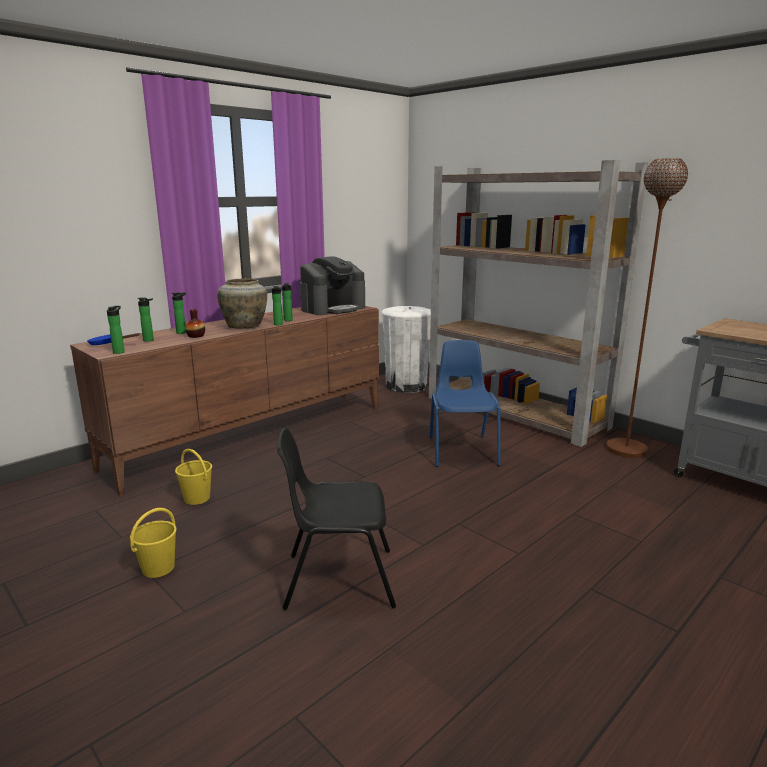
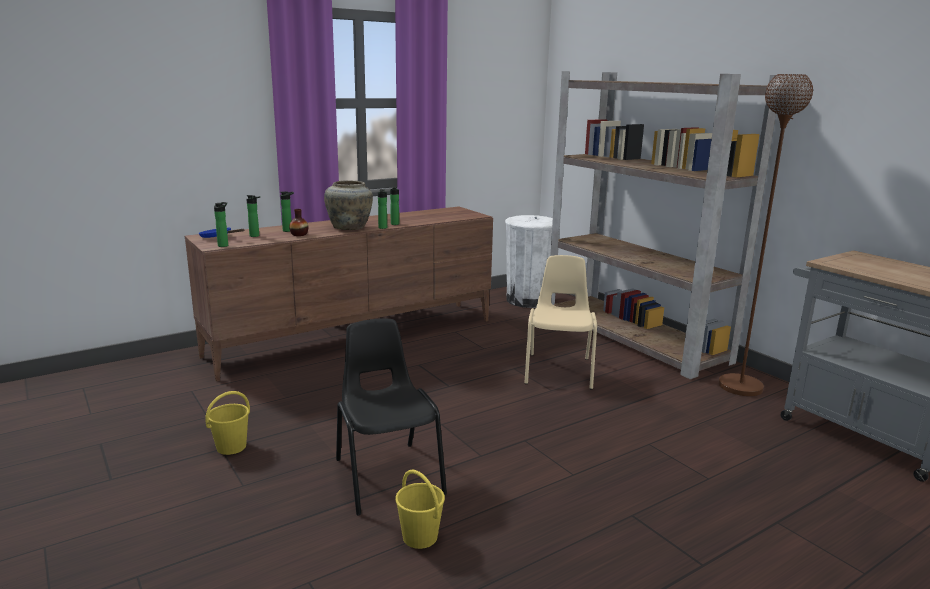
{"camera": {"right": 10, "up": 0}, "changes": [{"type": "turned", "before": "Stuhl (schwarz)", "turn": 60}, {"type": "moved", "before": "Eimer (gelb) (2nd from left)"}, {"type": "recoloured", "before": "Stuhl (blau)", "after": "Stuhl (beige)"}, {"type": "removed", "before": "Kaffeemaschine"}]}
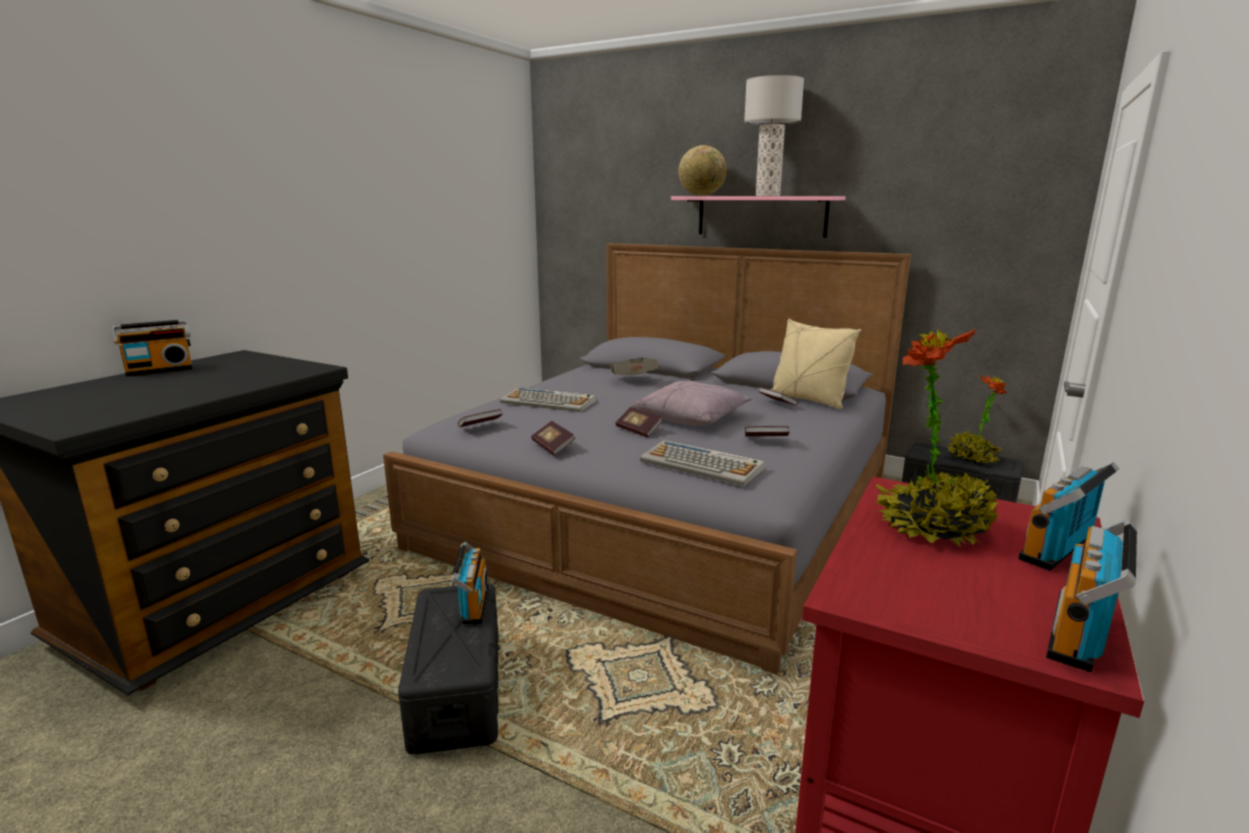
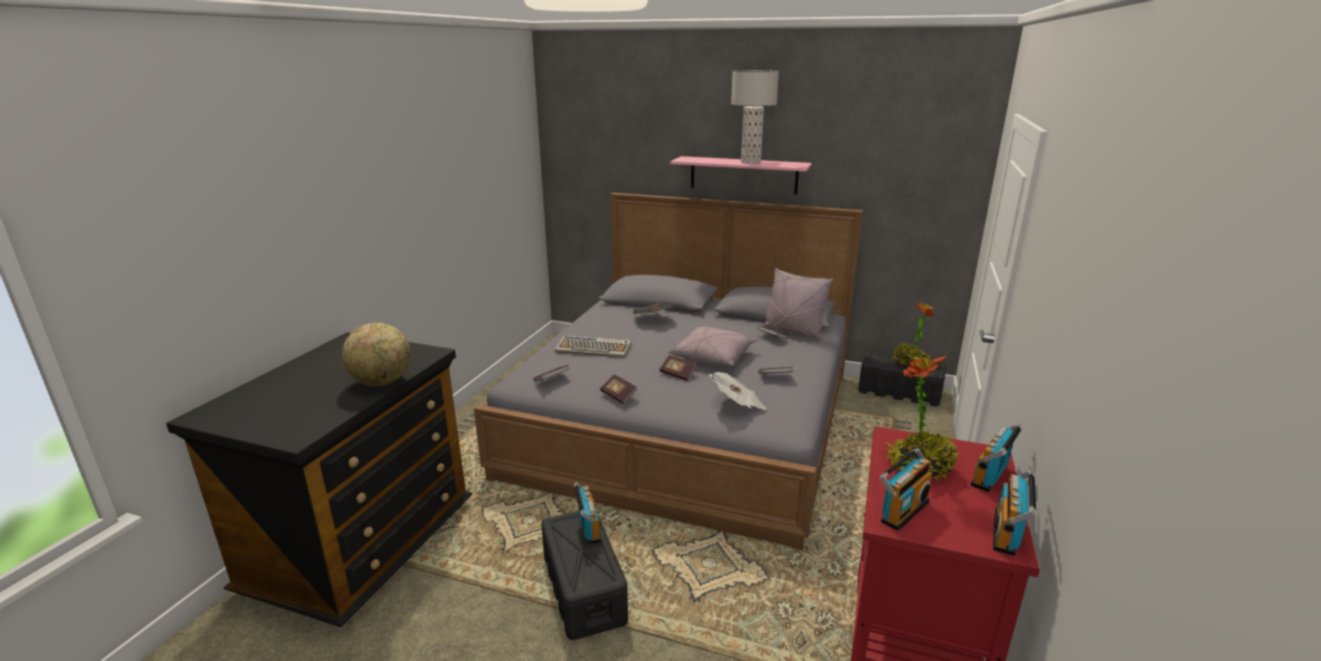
{"camera": {"right": -10, "up": 5}, "changes": [{"type": "moved", "before": "Globus"}, {"type": "replaced", "before": "Tastatur (2nd from left)", "after": "Zeitung (2nd from left)"}, {"type": "recoloured", "before": "Kissen (beige)", "after": "Kissen (lila) (2nd from left)"}, {"type": "moved", "before": "Radio (1st from left in the first image)", "after": "Radio (2nd from left)"}]}
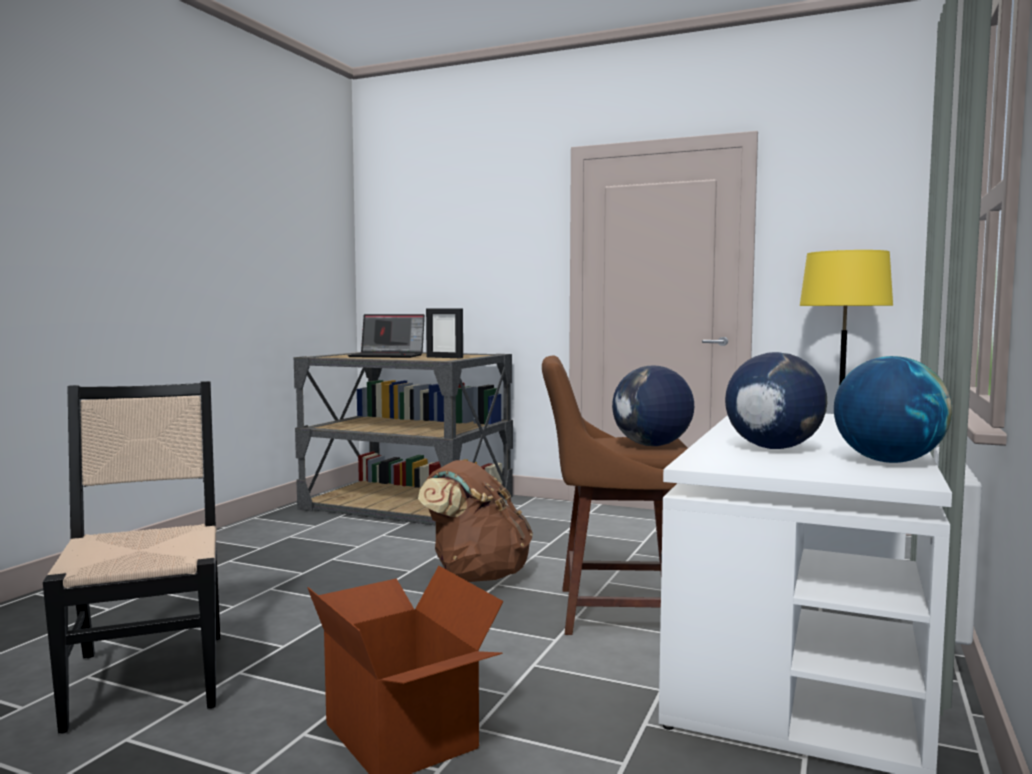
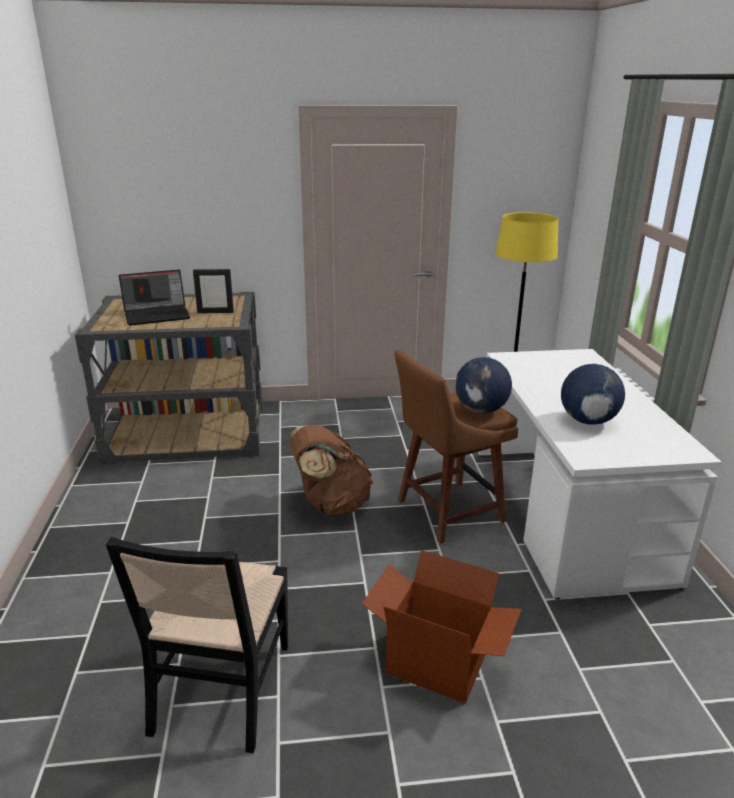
{"camera": {"right": -30, "up": 20}, "changes": [{"type": "turned", "before": "Stuhl", "turn": -120}, {"type": "removed", "before": "Globus (3rd from left)"}]}
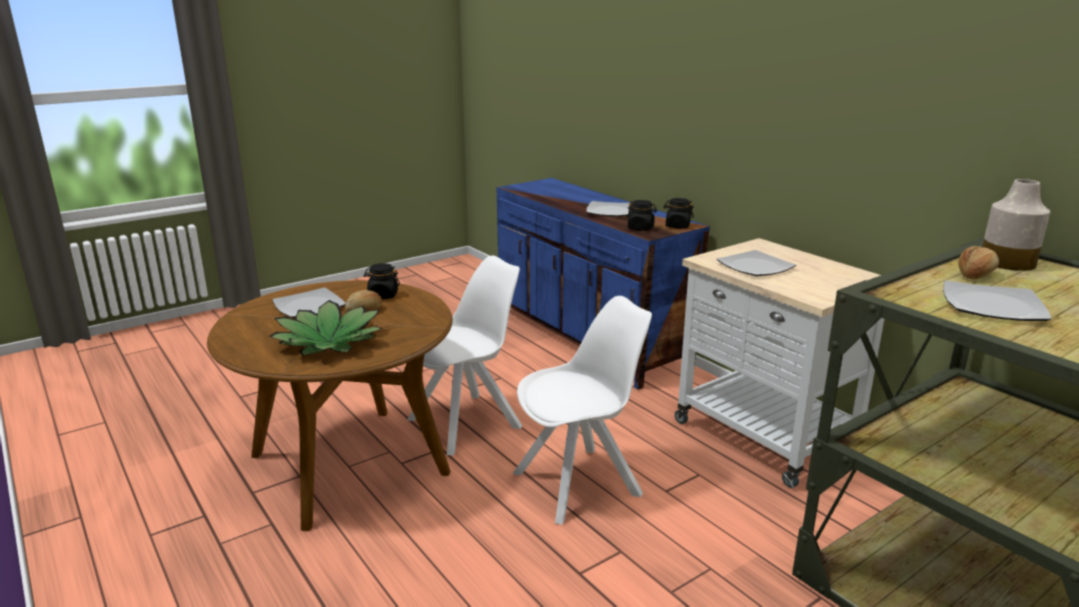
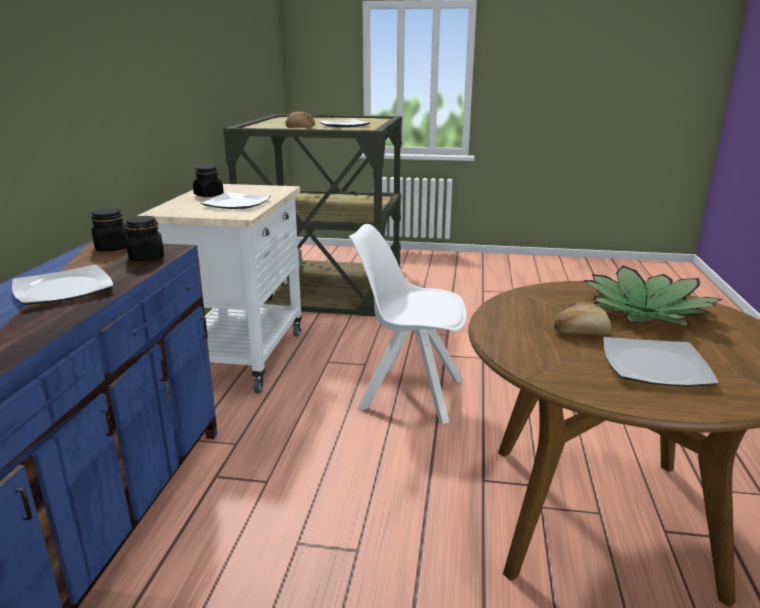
{"camera": {"right": -135, "up": 0}, "changes": [{"type": "moved", "before": "Vorratsglas (schwarz) (1st from left in the first image)", "after": "Vorratsglas (schwarz) (3rd from left)"}, {"type": "removed", "before": "Stuhl (weiß) (1st from left)"}, {"type": "removed", "before": "Vase (beige)"}]}
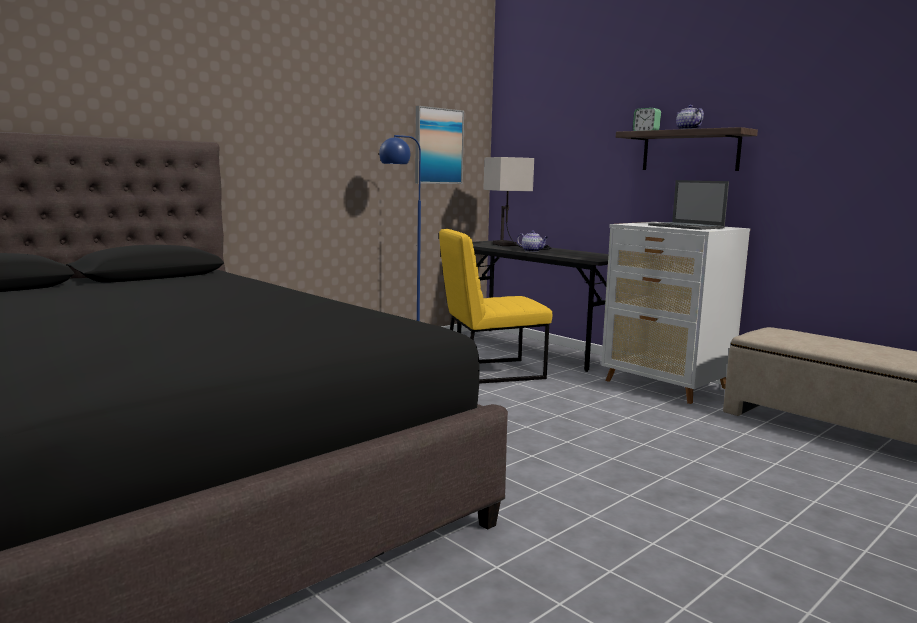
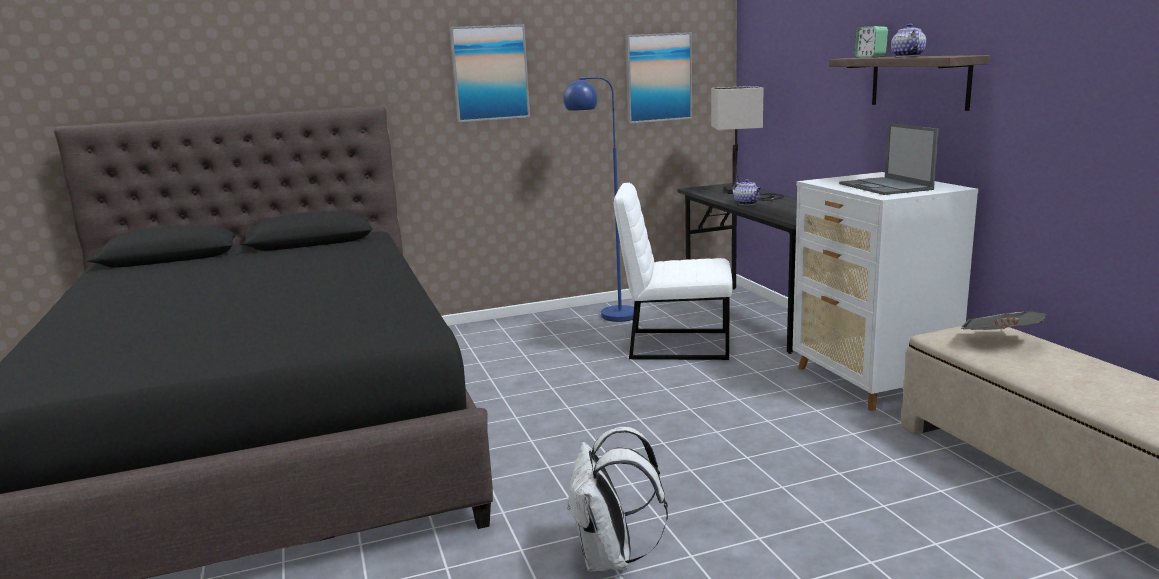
{"camera": {"right": 25, "up": 5}, "changes": [{"type": "added", "after": "Bild (1st from left)"}, {"type": "added", "after": "Rucksack (weiß)"}, {"type": "recoloured", "before": "Stuhl (gelb)", "after": "Stuhl (weiß)"}, {"type": "added", "after": "Zeitung"}]}
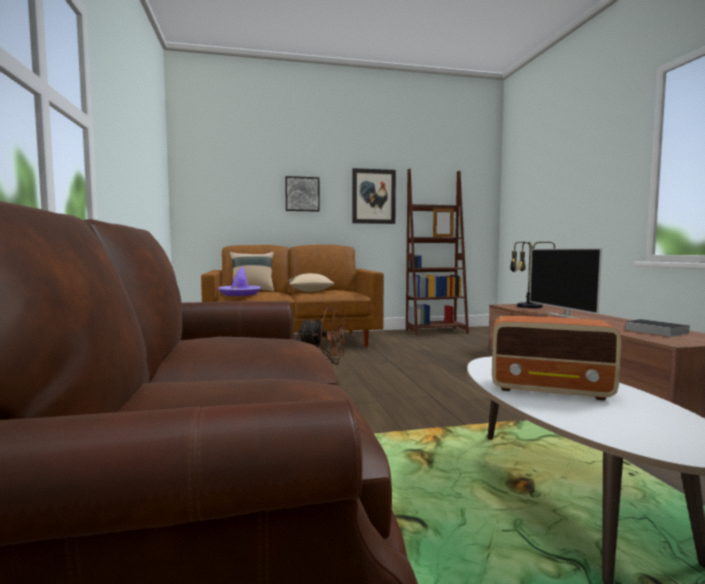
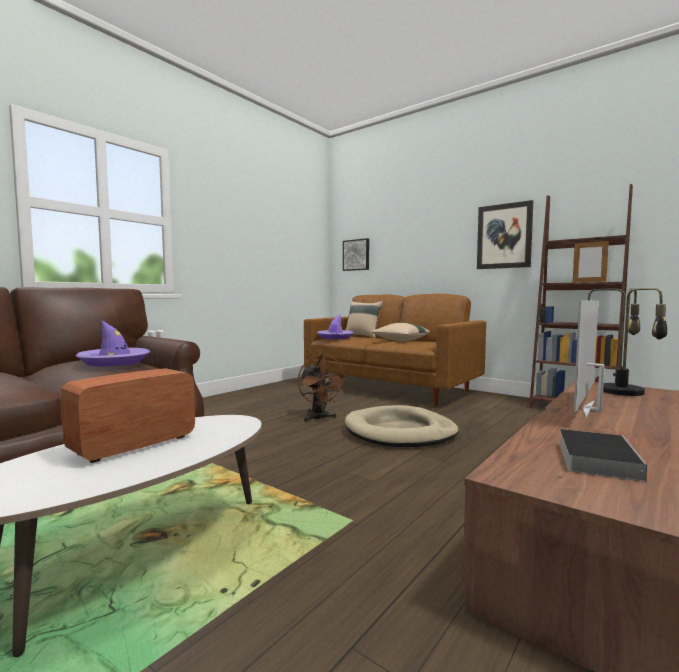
{"camera": {"right": 50, "up": 0}, "changes": [{"type": "turned", "before": "Radio", "turn": 60}, {"type": "added", "after": "Hut (lila) (1st from left)"}, {"type": "moved", "before": "Bild (1st from left)"}, {"type": "added", "after": "Hundebett (beige)"}]}
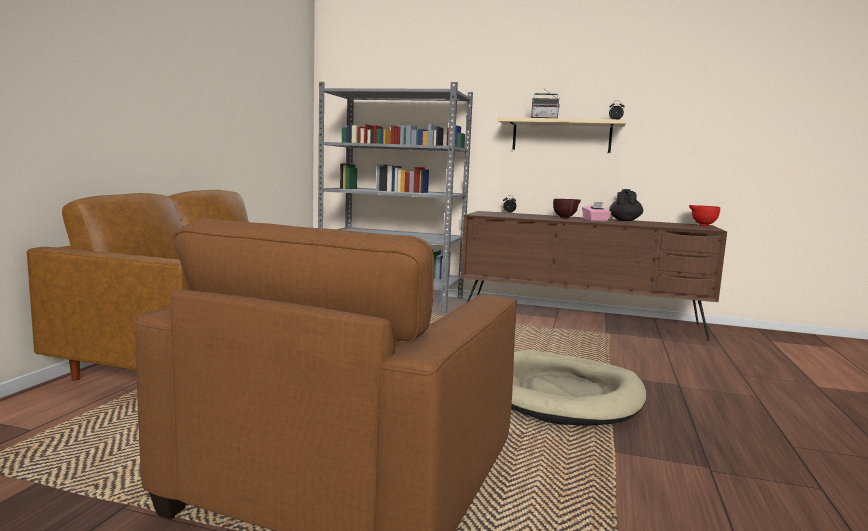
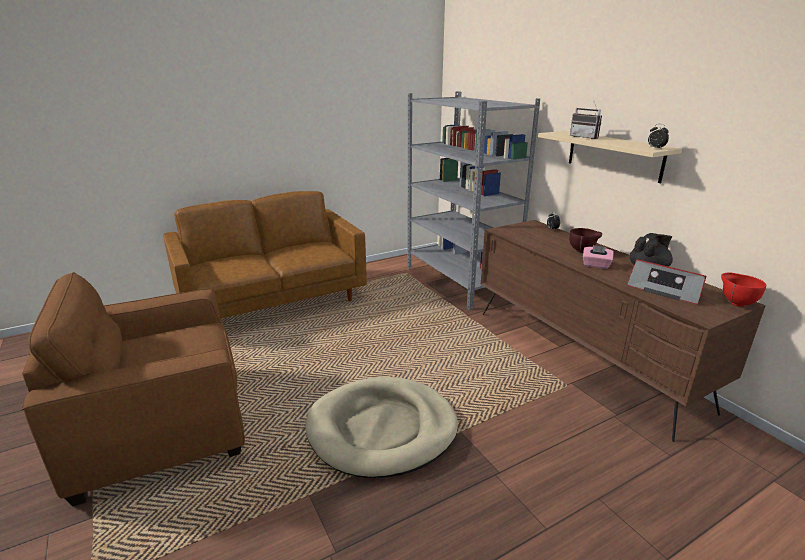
{"camera": {"right": 45, "up": 15}, "changes": [{"type": "added", "after": "Radio (2nd from left)"}]}
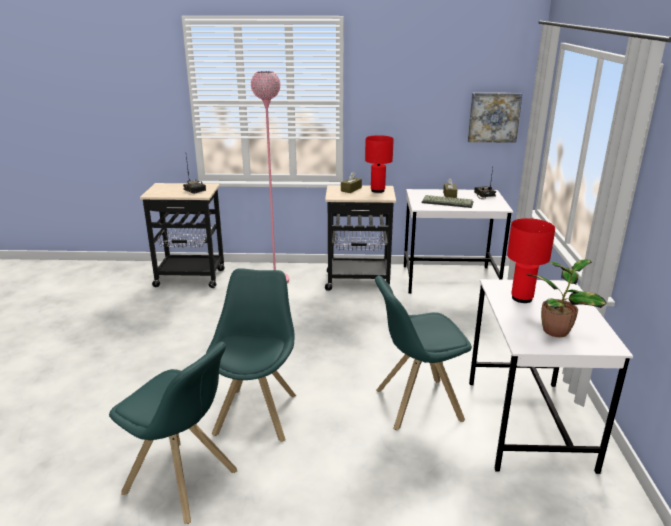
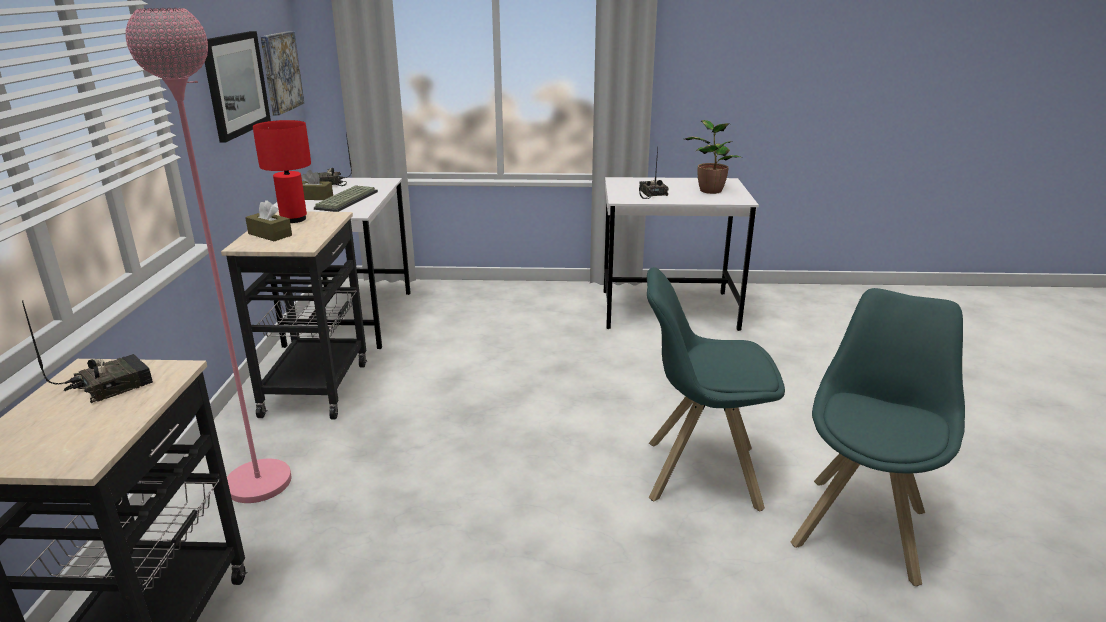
{"camera": {"right": -90, "up": 0}, "changes": [{"type": "added", "after": "Bild (1st from left)"}, {"type": "replaced", "before": "Tischlampe (rot) (2nd from left)", "after": "Radio (3rd from left)"}, {"type": "removed", "before": "Stuhl (türkis) (3rd from left)"}]}
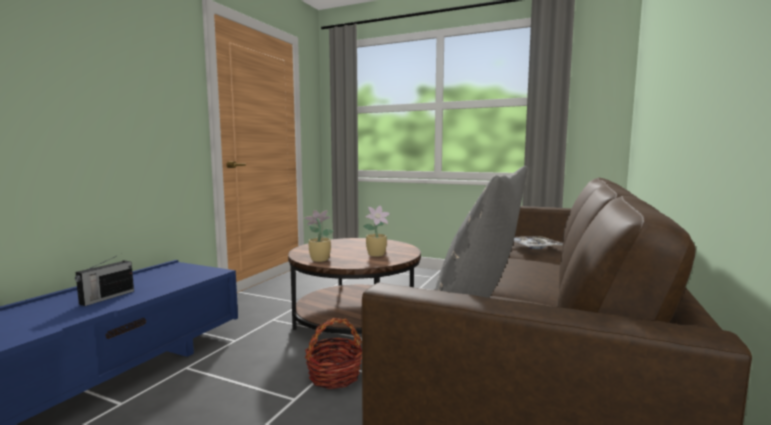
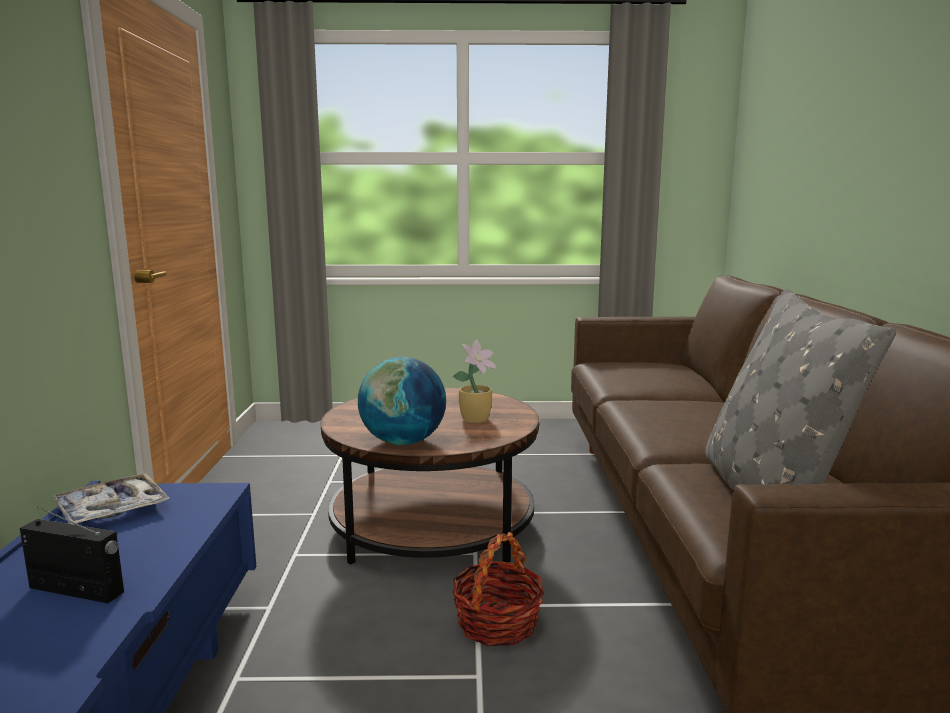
{"camera": {"right": -25, "up": 5}, "changes": [{"type": "turned", "before": "Radio", "turn": -75}, {"type": "moved", "before": "Tablett"}, {"type": "replaced", "before": "Topfpflanze (1st from left)", "after": "Globus"}]}
